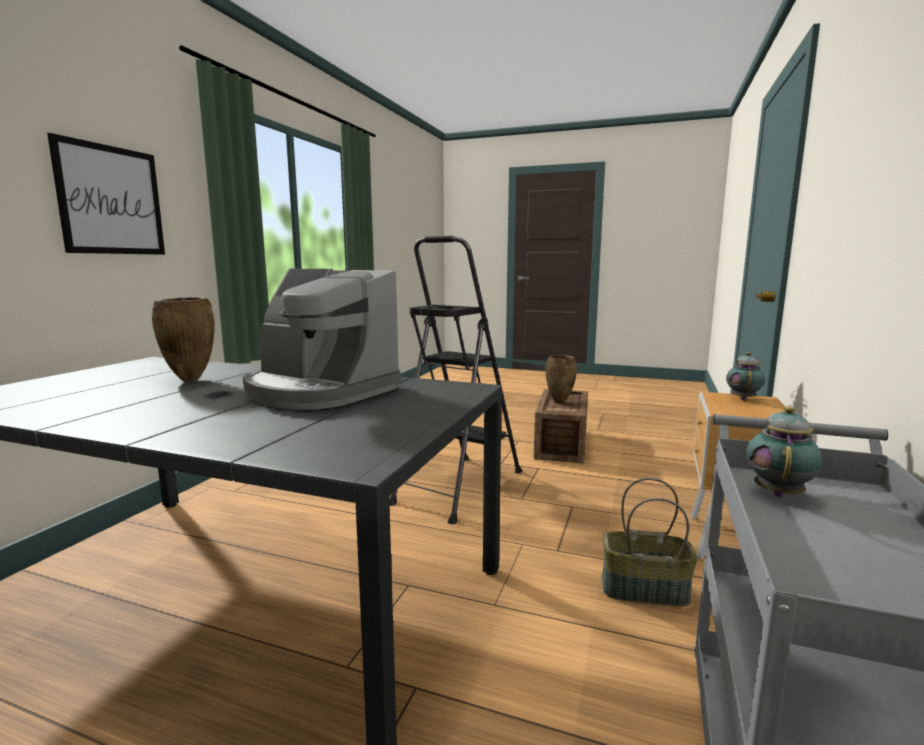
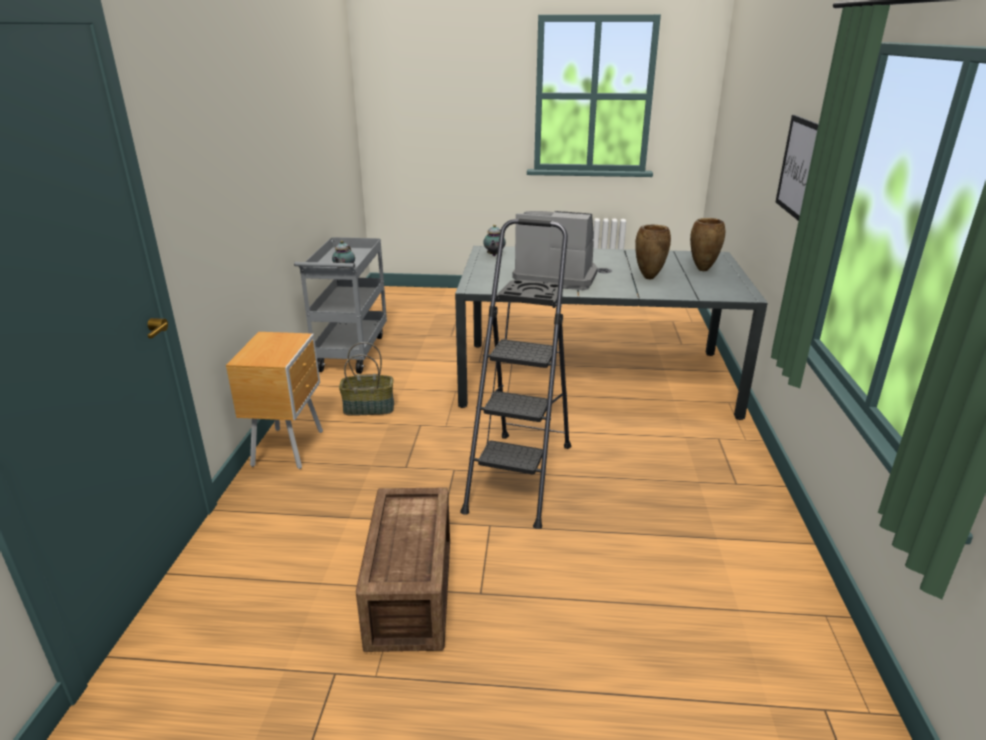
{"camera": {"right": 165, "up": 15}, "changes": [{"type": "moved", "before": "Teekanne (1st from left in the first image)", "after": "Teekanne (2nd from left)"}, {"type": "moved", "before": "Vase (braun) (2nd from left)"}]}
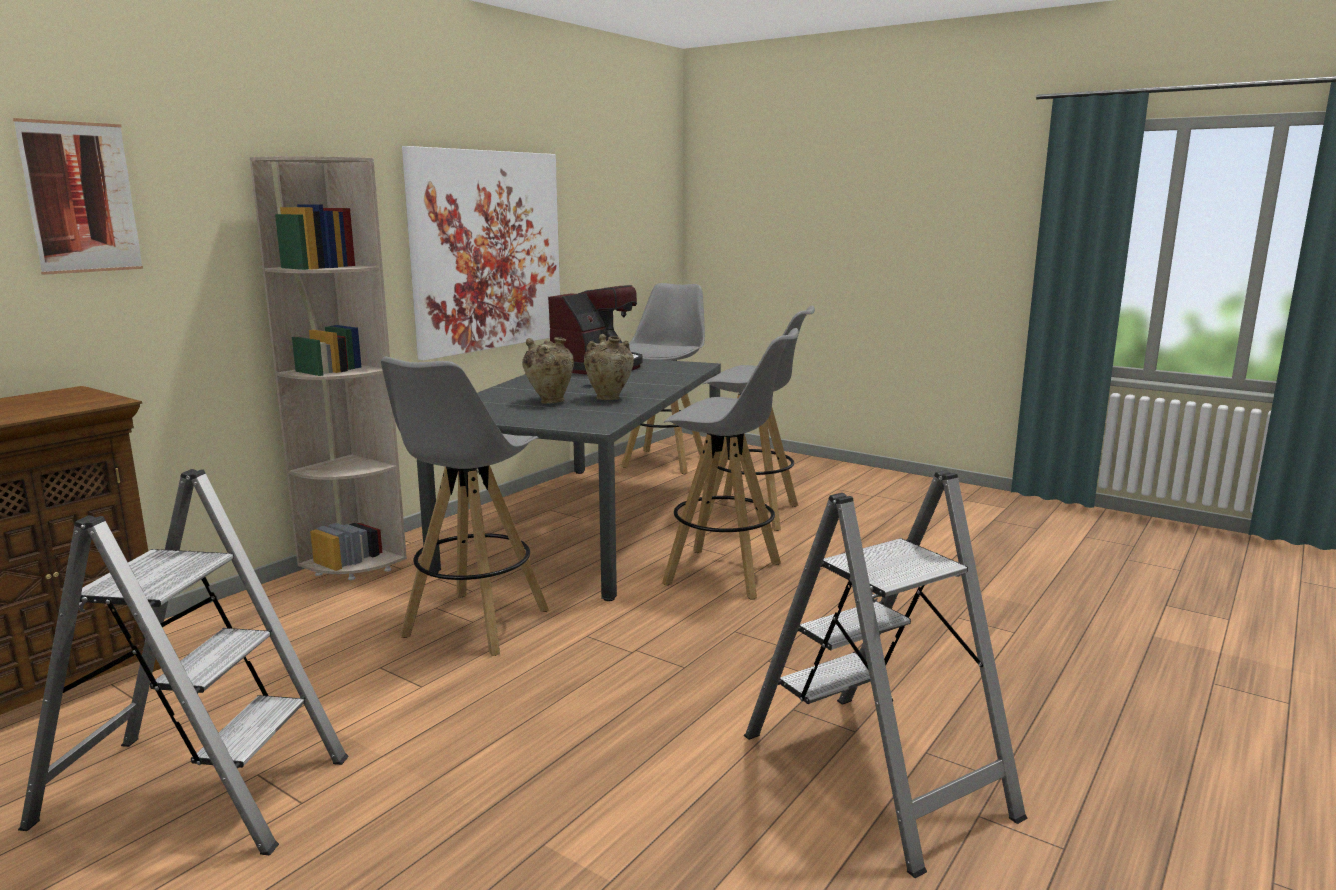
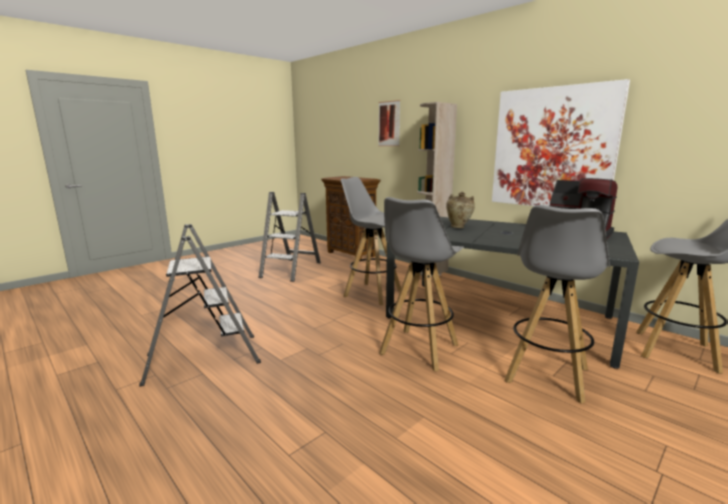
{"camera": {"right": 100, "up": 0}, "changes": [{"type": "removed", "before": "Vase (beige) (2nd from left)"}]}
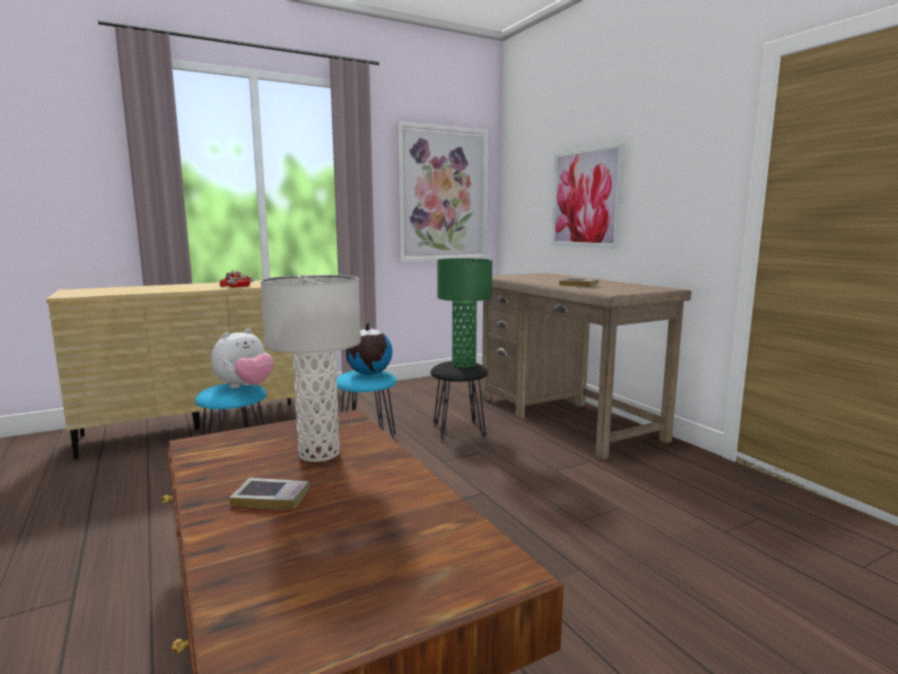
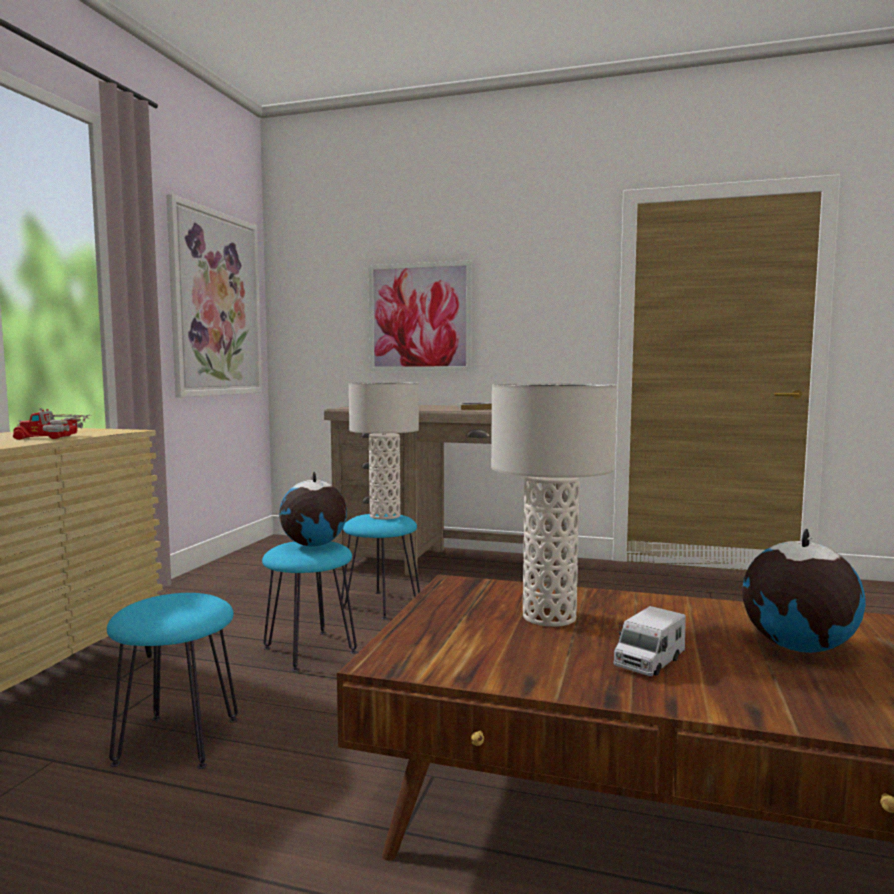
{"camera": {"right": -45, "up": -5}, "changes": [{"type": "recoloured", "before": "Hocker (schwarz)", "after": "Hocker (türkis) (3rd from left)"}, {"type": "recoloured", "before": "Tischlampe (grün)", "after": "Tischlampe (weiß) (1st from left)"}, {"type": "replaced", "before": "Buch (1st from left)", "after": "Spielzeuglaster (2nd from left)"}, {"type": "added", "after": "Globus (2nd from left)"}, {"type": "removed", "before": "Plüschtier"}]}
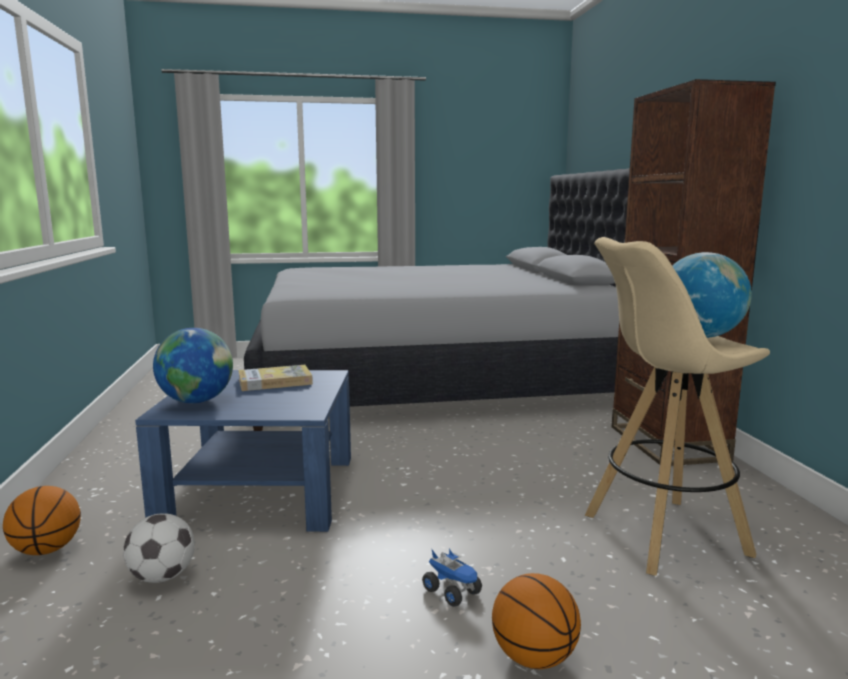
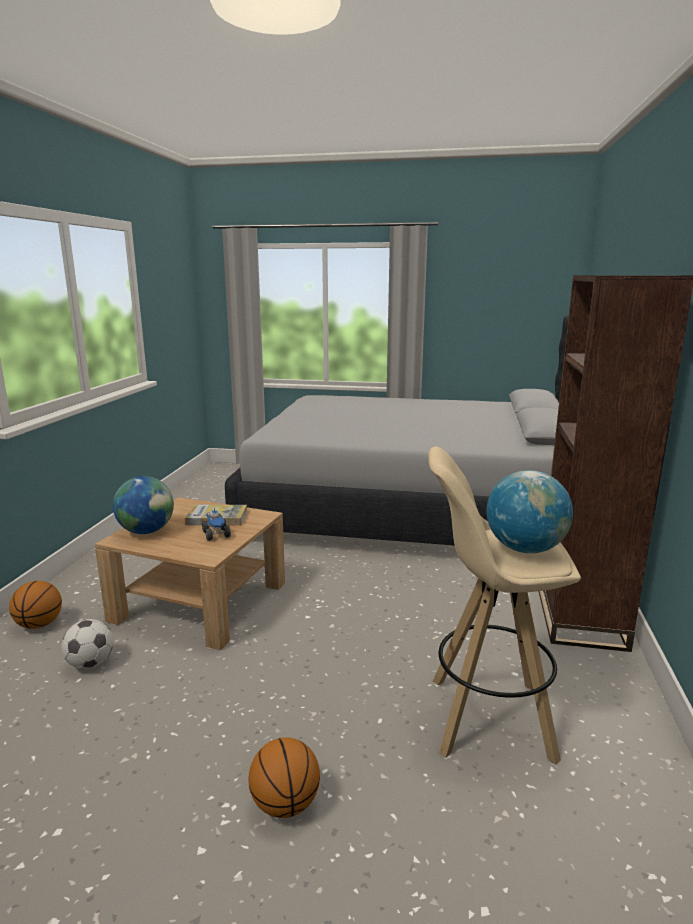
{"camera": {"right": 20, "up": 5}, "changes": [{"type": "recoloured", "before": "Couchtisch (blau)", "after": "Couchtisch (braun)"}, {"type": "moved", "before": "Spielzeuglaster"}]}
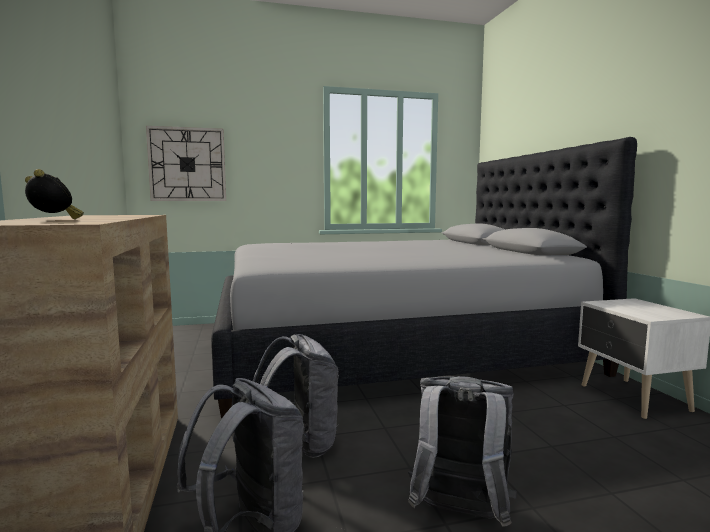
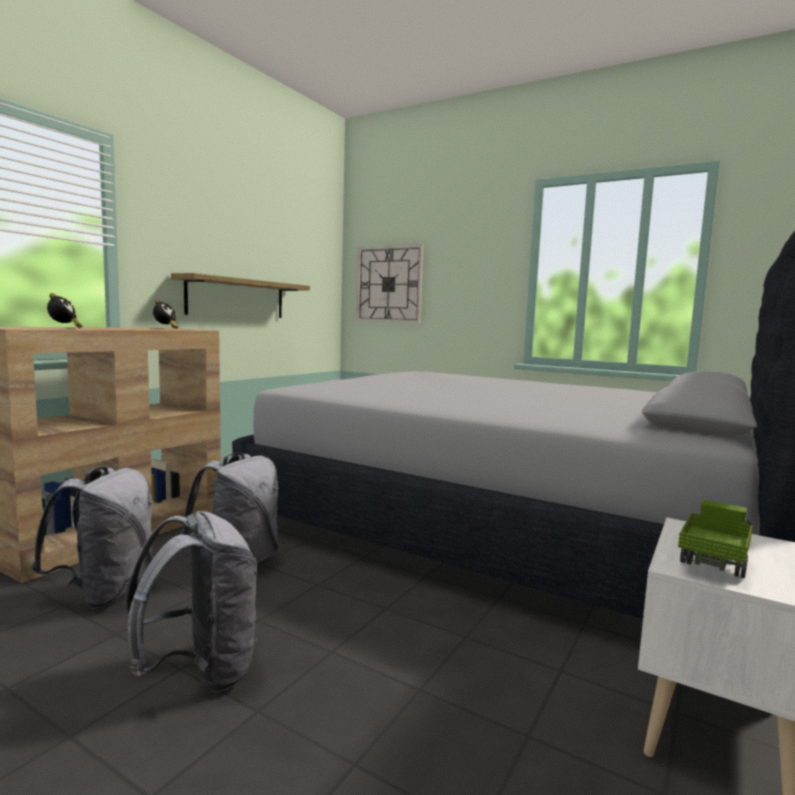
{"camera": {"right": 45, "up": 0}, "changes": [{"type": "added", "after": "Wecker (2nd from left)"}, {"type": "added", "after": "Wandregal"}, {"type": "added", "after": "Spielzeuglaster"}]}
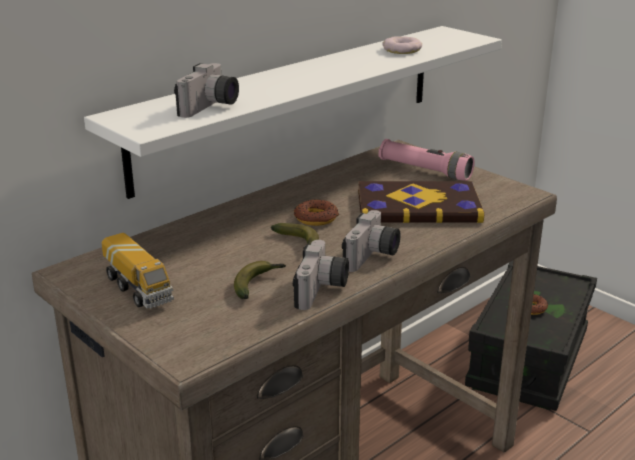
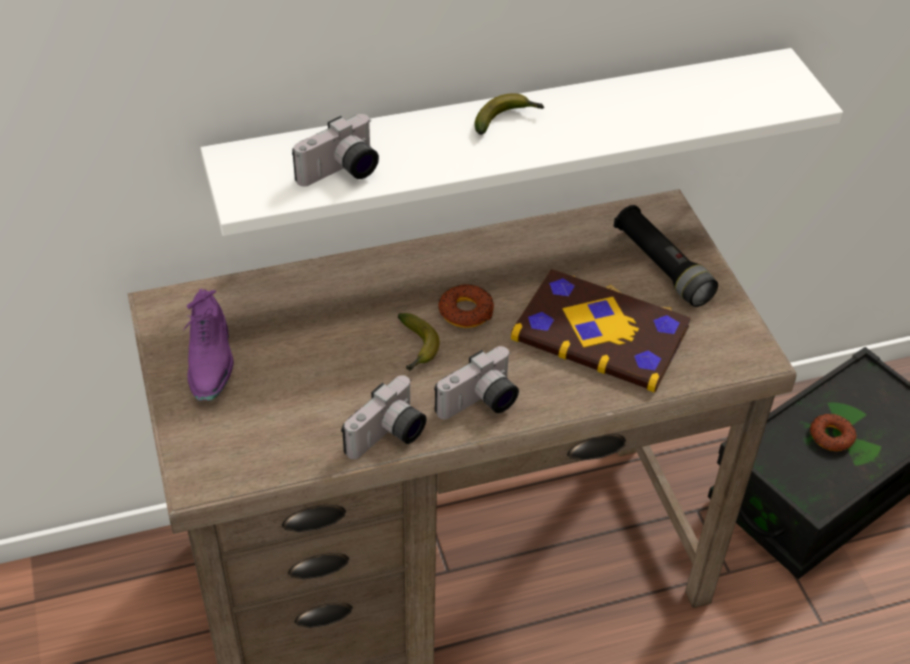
{"camera": {"right": 25, "up": 20}, "changes": [{"type": "replaced", "before": "Spielzeuglaster", "after": "Schuh (lila)"}, {"type": "moved", "before": "Banane (1st from left in the first image)", "after": "Banane (2nd from left)"}, {"type": "recoloured", "before": "Taschenlampe (rosa)", "after": "Taschenlampe (schwarz)"}, {"type": "removed", "before": "Donut (2nd from left)"}]}
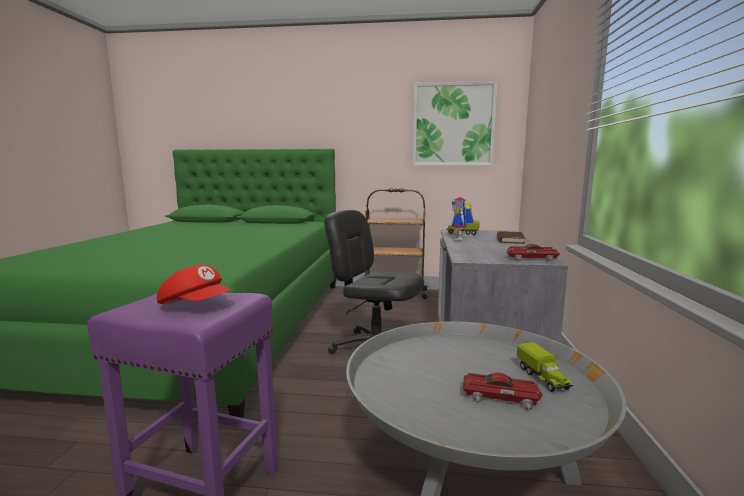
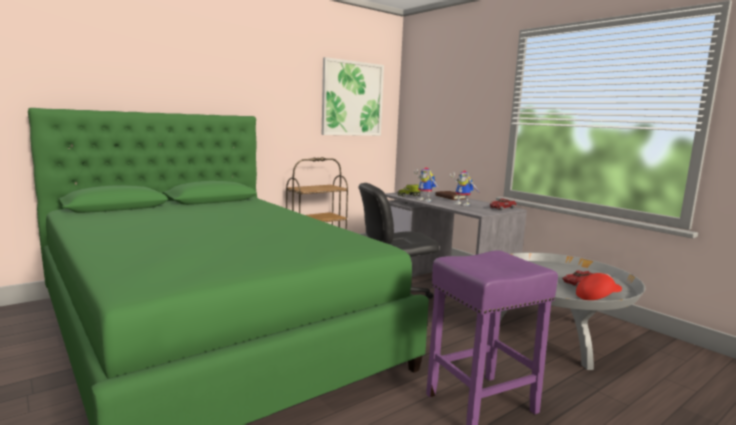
{"camera": {"right": -45, "up": 0}, "changes": [{"type": "added", "after": "Spielzeugroboter (2nd from left)"}, {"type": "moved", "before": "Kappe (rot)"}, {"type": "removed", "before": "Spielzeuglaster (2nd from left)"}]}
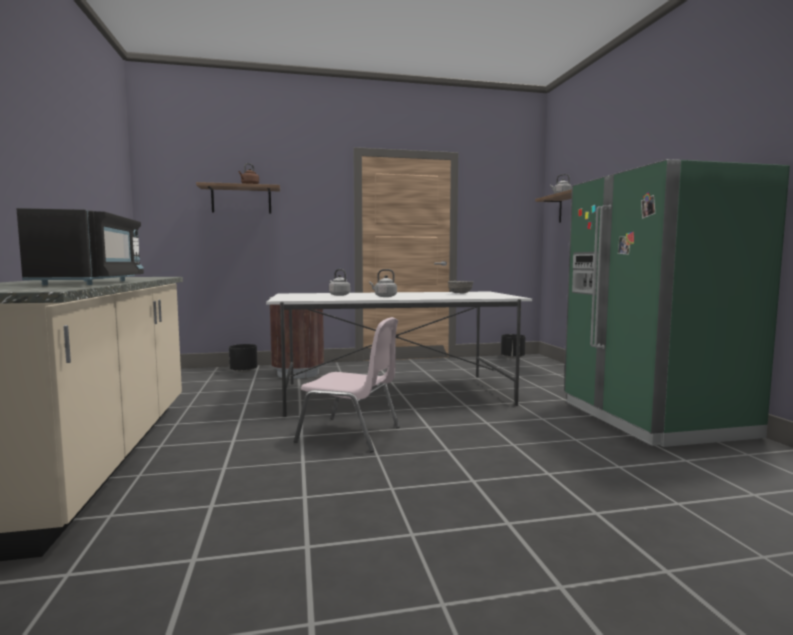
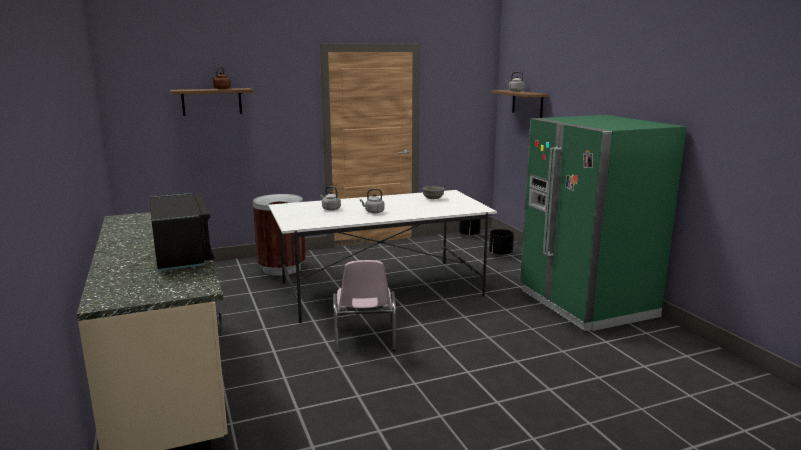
{"camera": {"right": -10, "up": 10}, "changes": [{"type": "turned", "before": "Stuhl (rosa)", "turn": 75}, {"type": "moved", "before": "Pflanzkübel (schwarz) (1st from left in the first image)", "after": "Pflanzkübel (schwarz) (2nd from left)"}]}
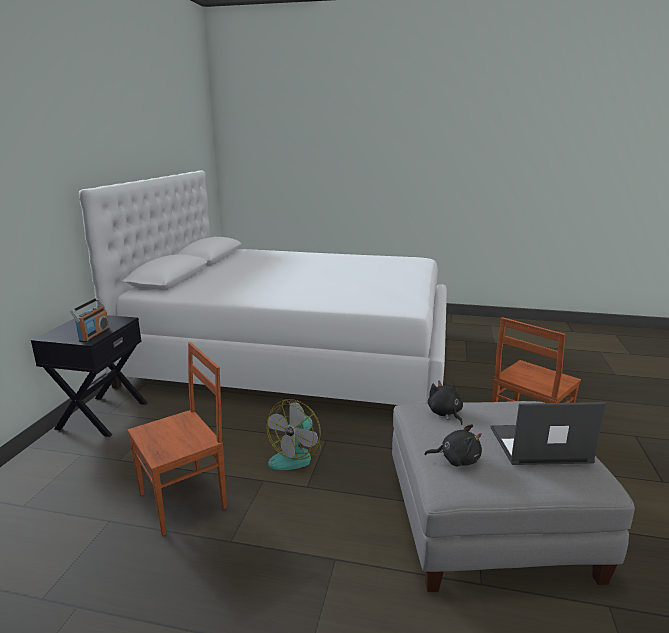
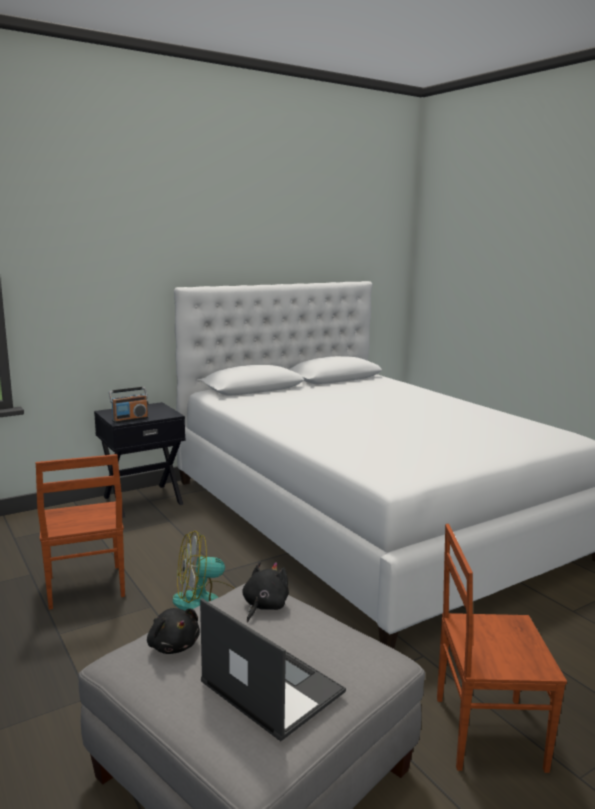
{"camera": {"right": 45, "up": -5}, "changes": [{"type": "turned", "before": "Stuhl (braun) (1st from left)", "turn": 60}]}
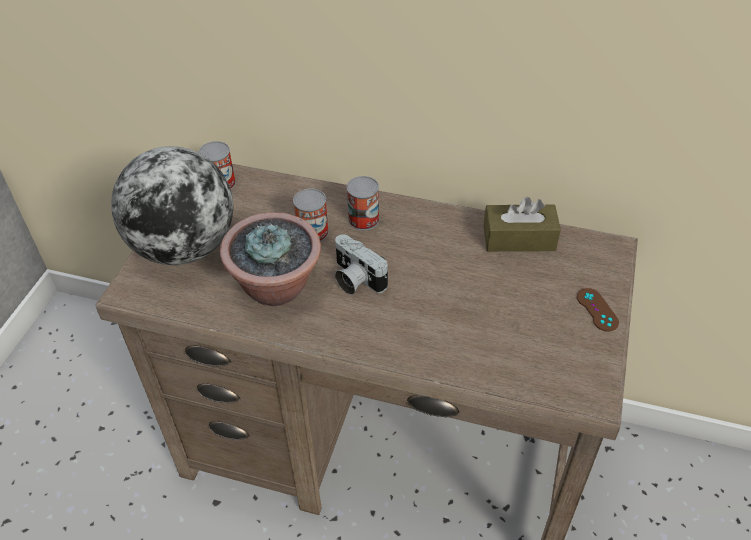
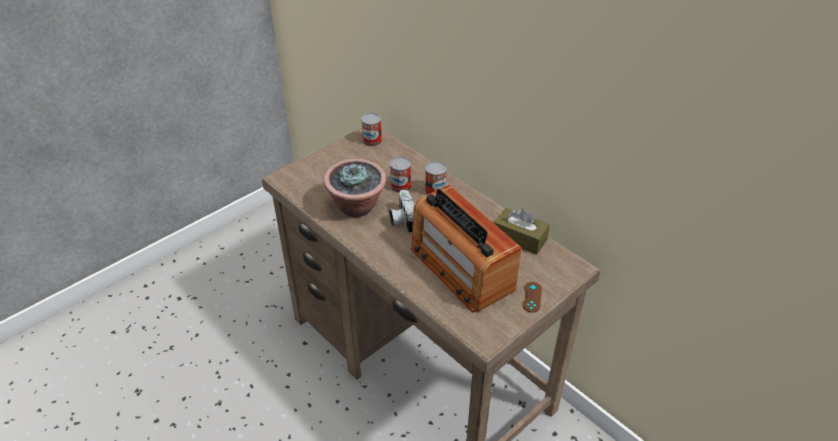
{"camera": {"right": 30, "up": -5}, "changes": [{"type": "added", "after": "Radio"}, {"type": "removed", "before": "Globus"}]}
